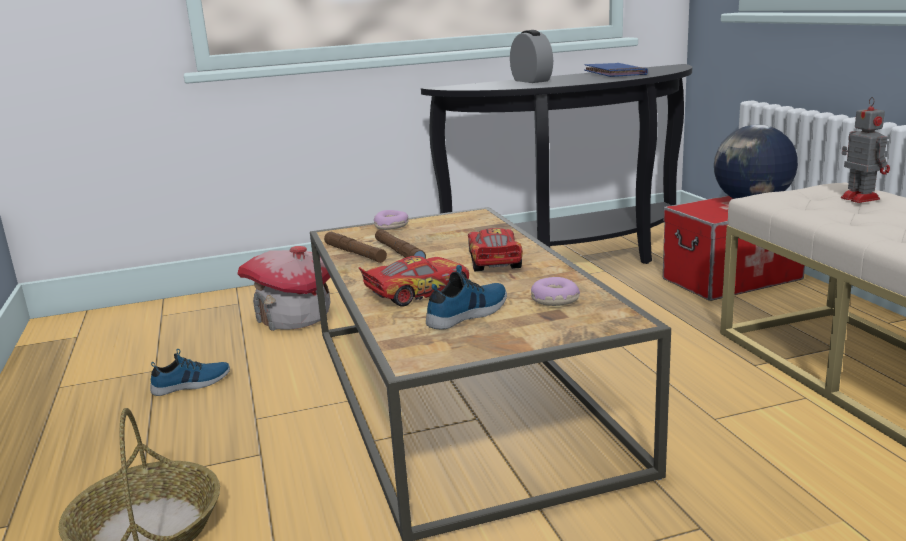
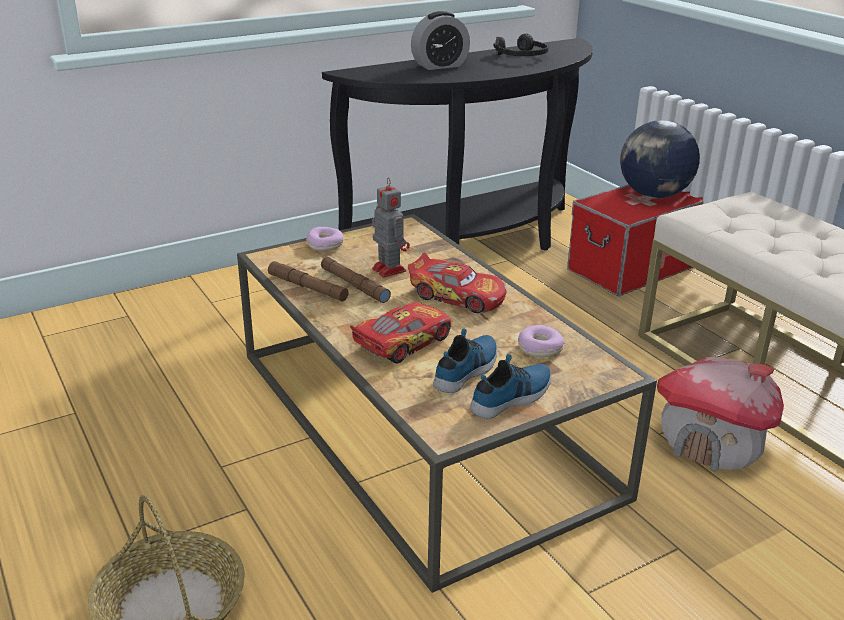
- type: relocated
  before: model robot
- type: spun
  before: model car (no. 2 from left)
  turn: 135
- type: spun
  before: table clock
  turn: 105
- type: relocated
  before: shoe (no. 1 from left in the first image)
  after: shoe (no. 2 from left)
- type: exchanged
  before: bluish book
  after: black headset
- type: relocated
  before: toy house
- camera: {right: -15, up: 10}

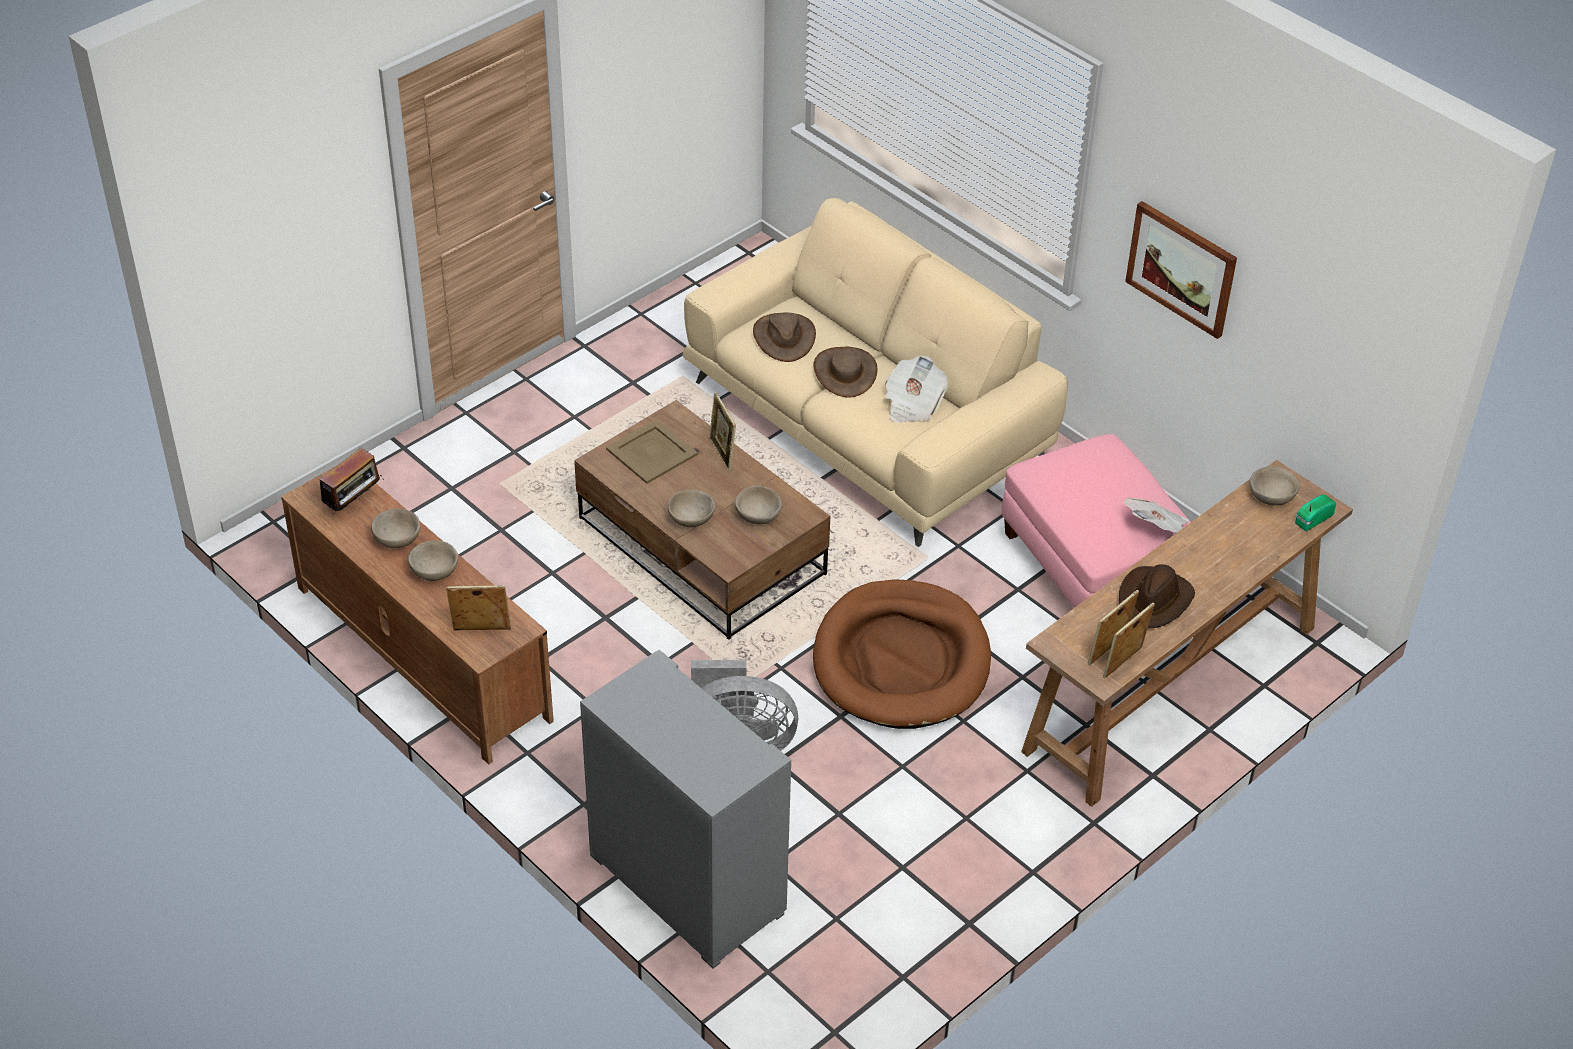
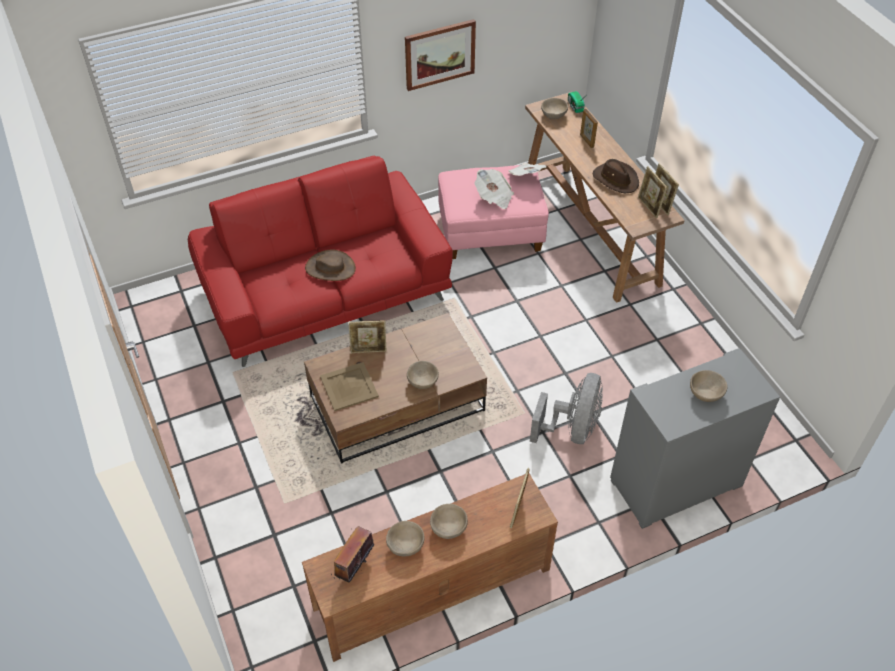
- type: colour
  before: sand-coloured settee
  after: red settee
- type: spun
  before: radio set (no. 1 from left)
  turn: -120
- type: relocated
  before: newspaper (no. 1 from left)
- type: appeared
  after: photo frame (no. 3 from left)
- type: relocated
  before: sand-coloured deep dish (no. 4 from left in the first image)
  after: sand-coloured deep dish (no. 5 from left)
- type: missing
  before: brownish clothing hat (no. 1 from left)
- type: missing
  before: brownish dog bed
- camera: {right: -70, up: 5}

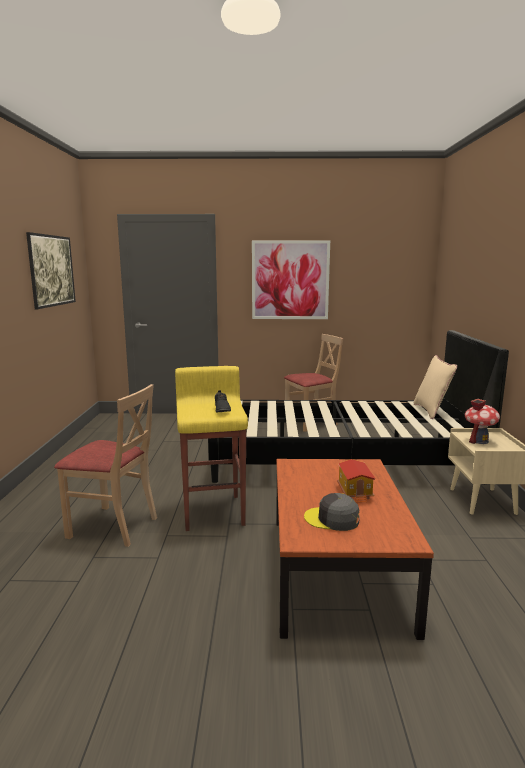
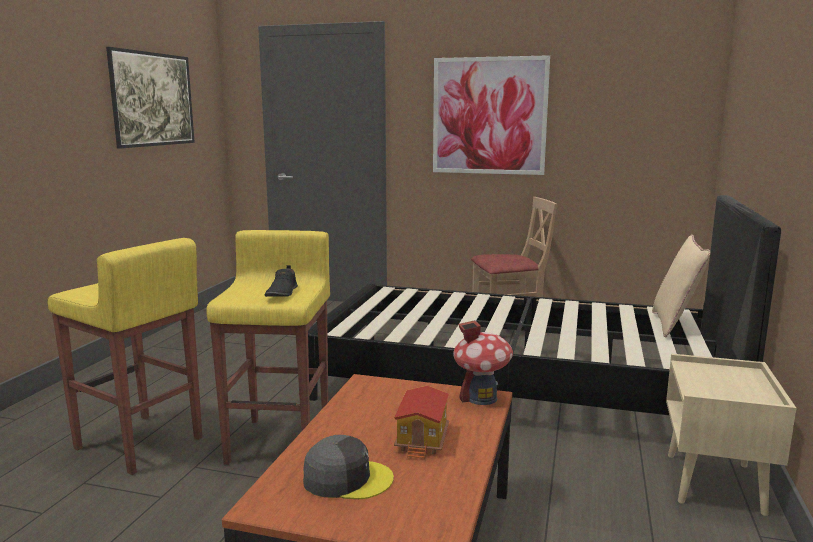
- type: exchanged
  before: sand-coloured plain chair (no. 1 from left)
  after: yellow-coloured sitting stool (no. 1 from left)
- type: spun
  before: greyish cap
  turn: 150
- type: relocated
  before: toy house (no. 2 from left)
- camera: {right: 15, up: 0}

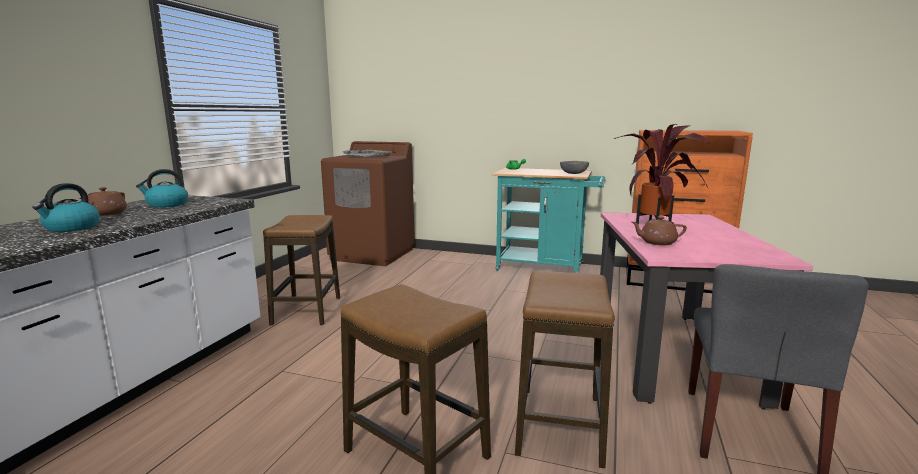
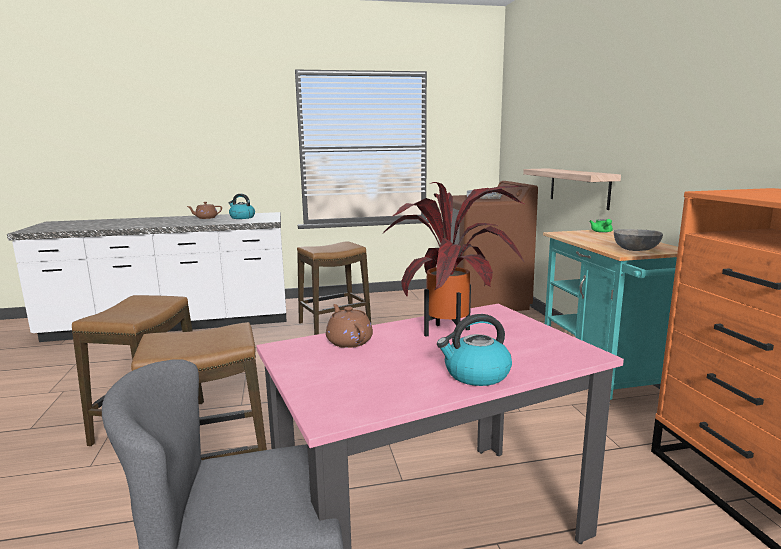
- type: relocated
  before: water kettle (no. 1 from left in the first image)
  after: water kettle (no. 2 from left)
- type: appeared
  after: bracket shelf
- camera: {right: 60, up: 0}

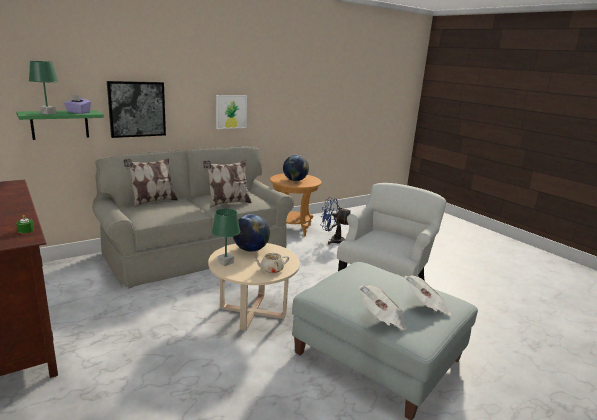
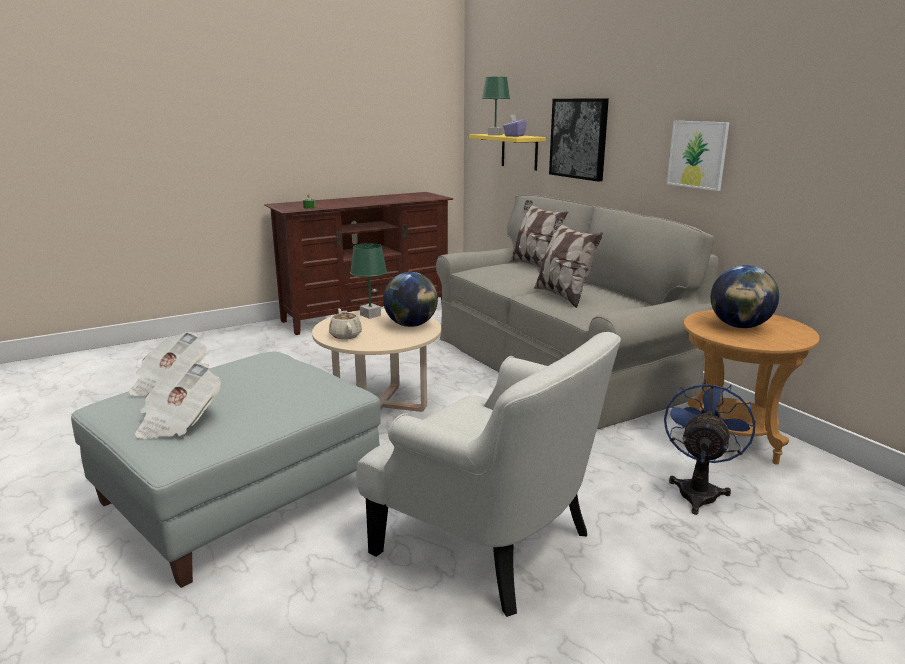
- type: colour
  before: green bracket shelf
  after: yellow-coloured bracket shelf
- camera: {right: 95, up: 0}

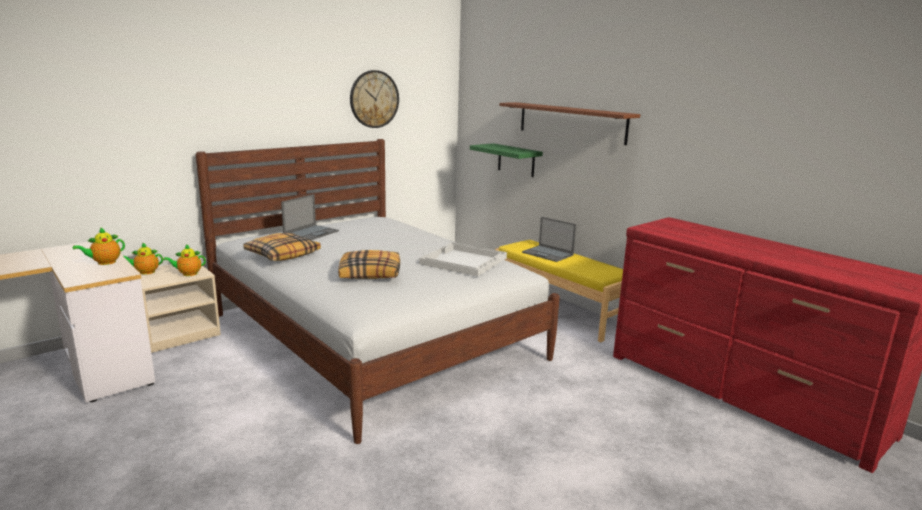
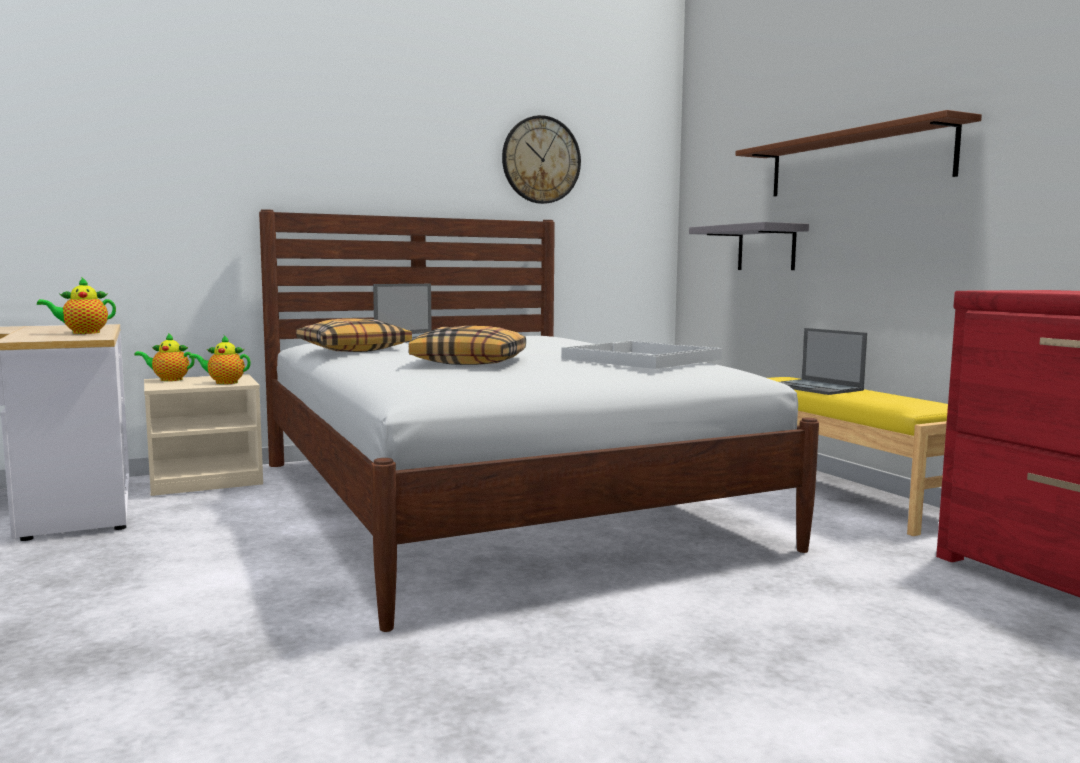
- type: colour
  before: green bracket shelf
  after: greyish bracket shelf
- camera: {right: 15, up: -10}

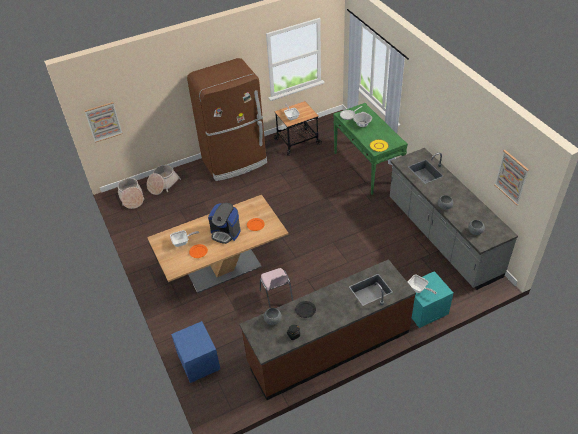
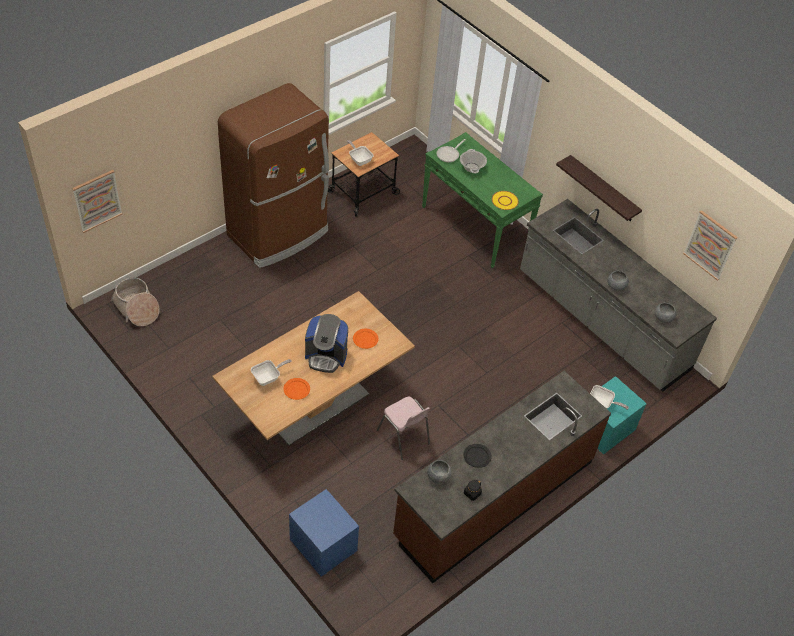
- type: appeared
  after: bracket shelf
- type: missing
  before: basket (no. 2 from left)
- camera: {right: -20, up: 5}

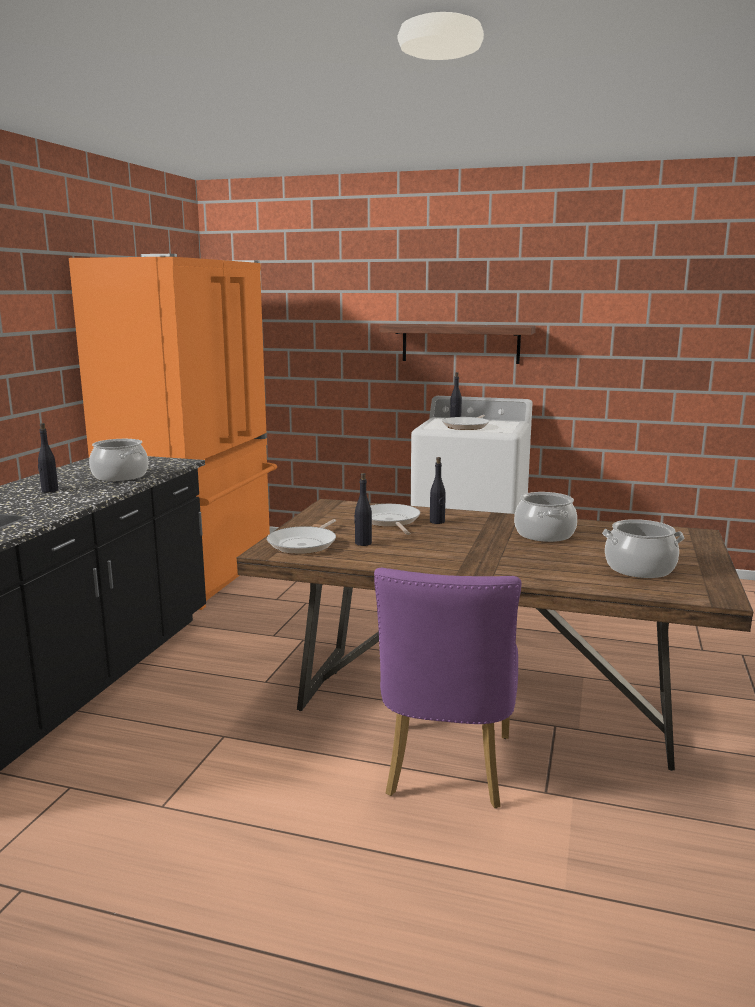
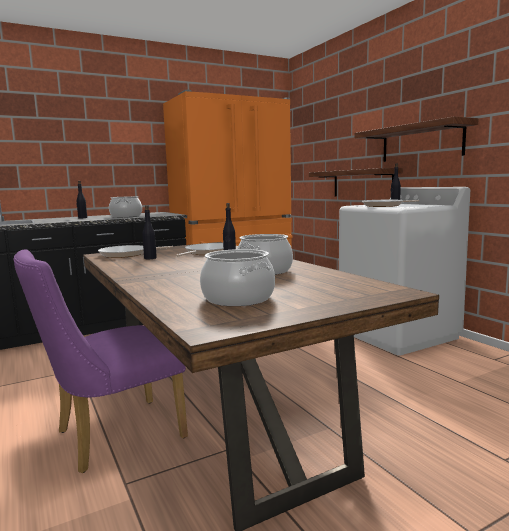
- type: appeared
  after: bracket shelf (no. 1 from left)
- camera: {right: 45, up: -5}

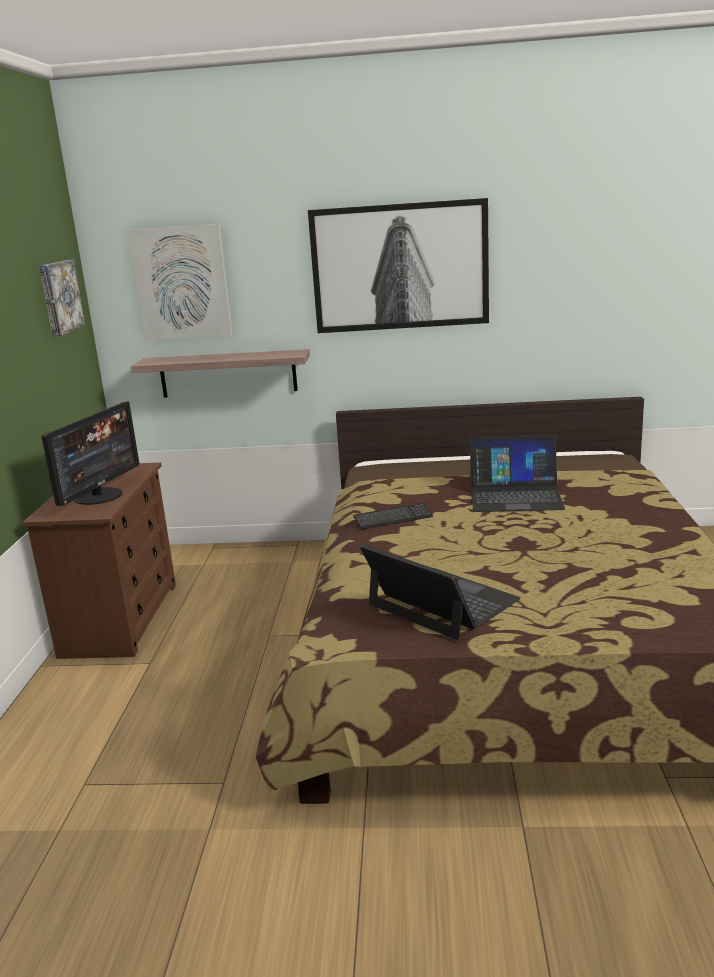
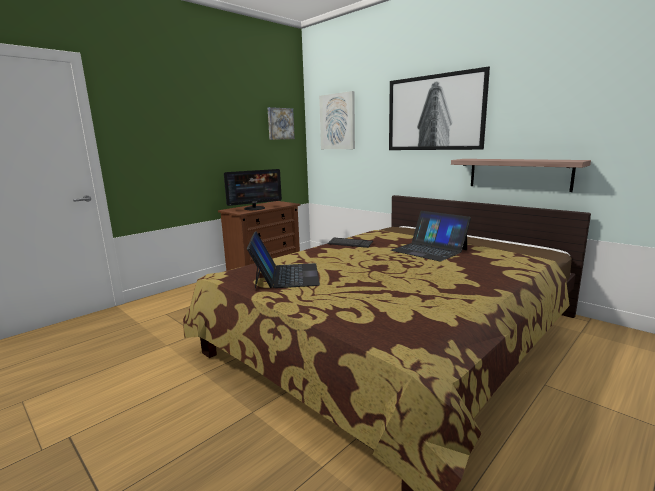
- type: relocated
  before: bracket shelf
- camera: {right: 40, up: -5}

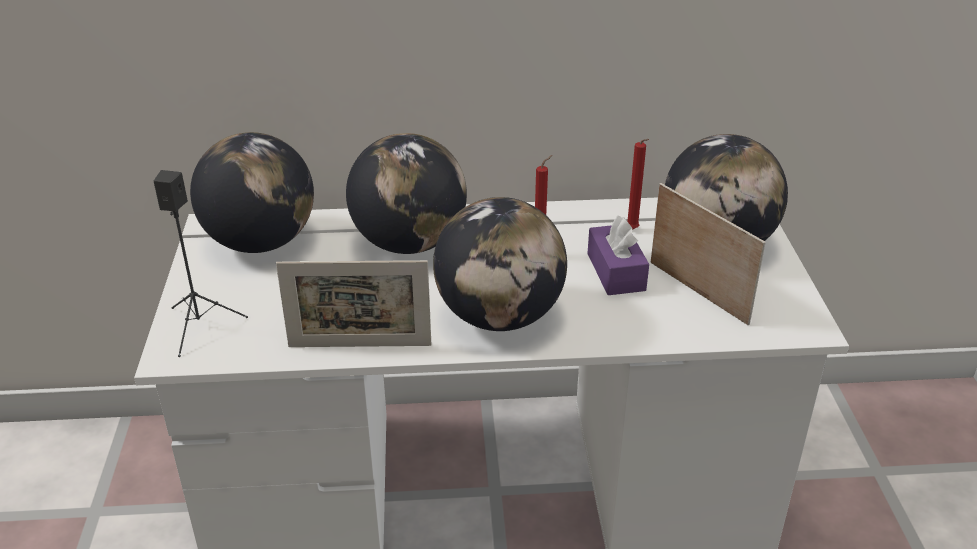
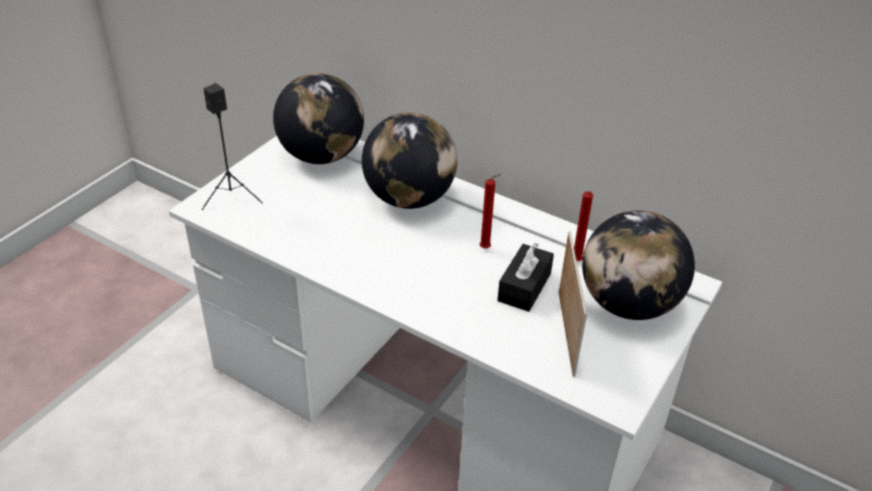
- type: colour
  before: purple-coloured tissue box
  after: black tissue box
- type: missing
  before: photo frame (no. 1 from left)
- type: missing
  before: world globe (no. 3 from left)
- camera: {right: 35, up: 5}

